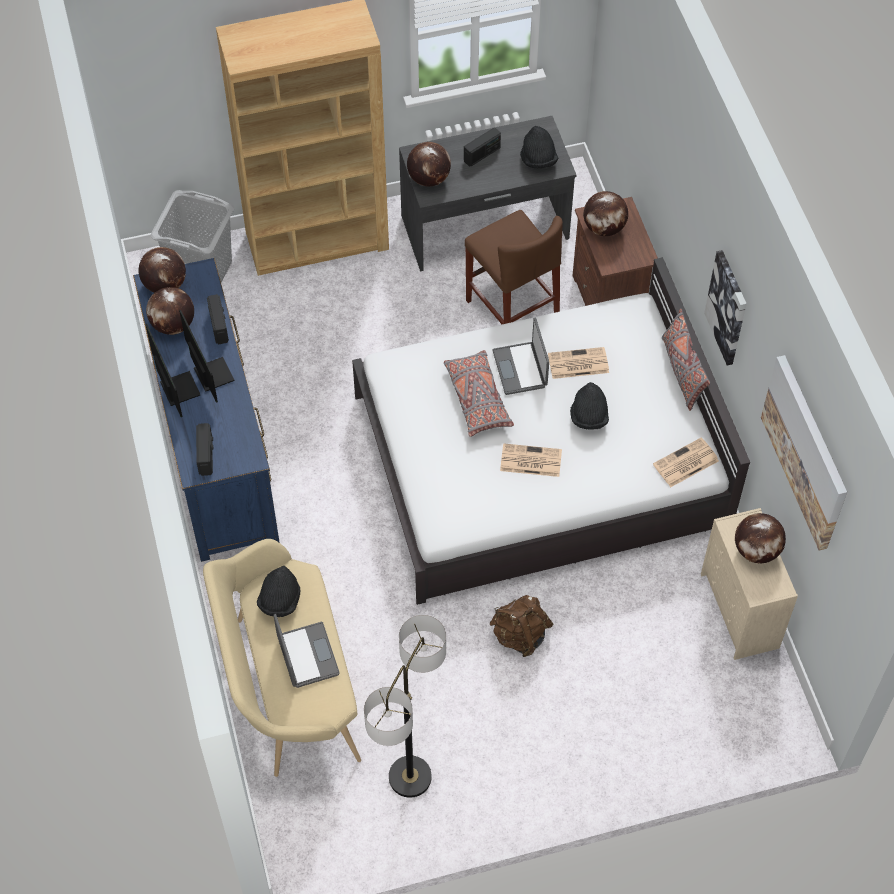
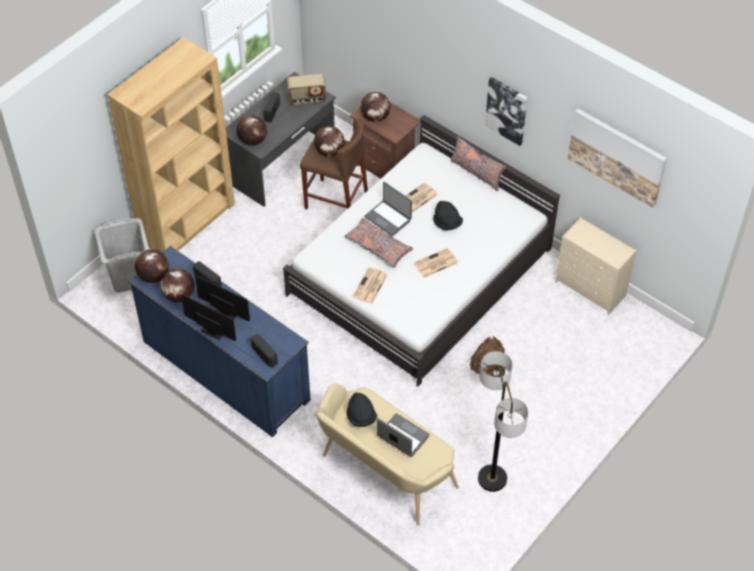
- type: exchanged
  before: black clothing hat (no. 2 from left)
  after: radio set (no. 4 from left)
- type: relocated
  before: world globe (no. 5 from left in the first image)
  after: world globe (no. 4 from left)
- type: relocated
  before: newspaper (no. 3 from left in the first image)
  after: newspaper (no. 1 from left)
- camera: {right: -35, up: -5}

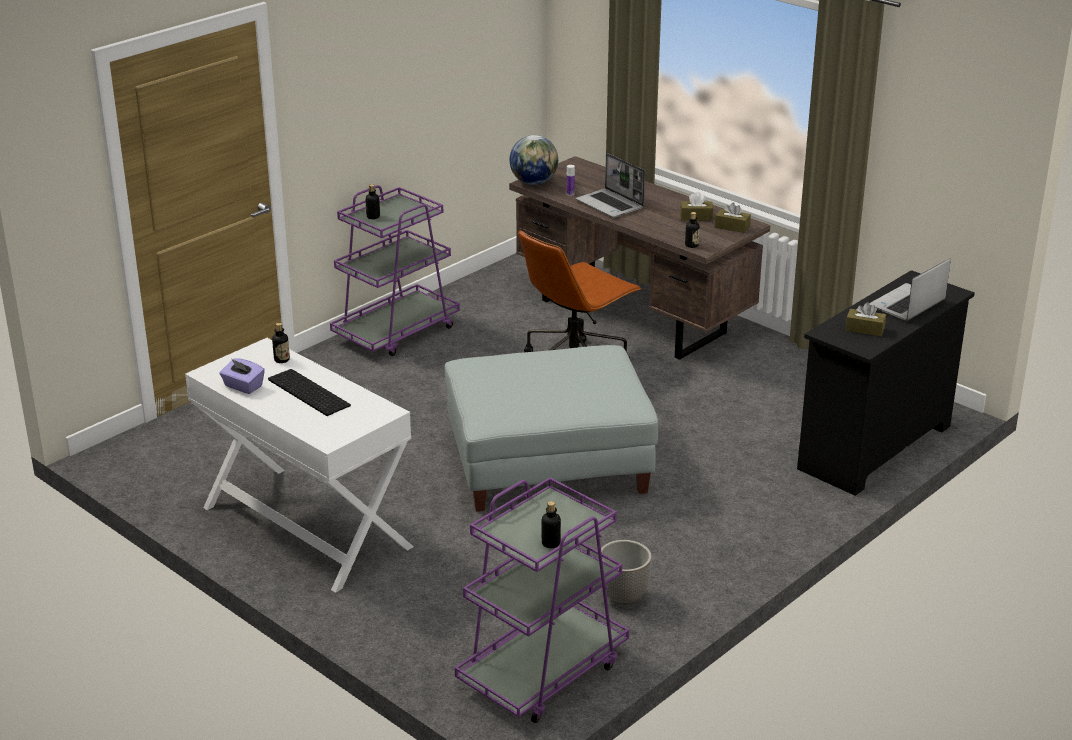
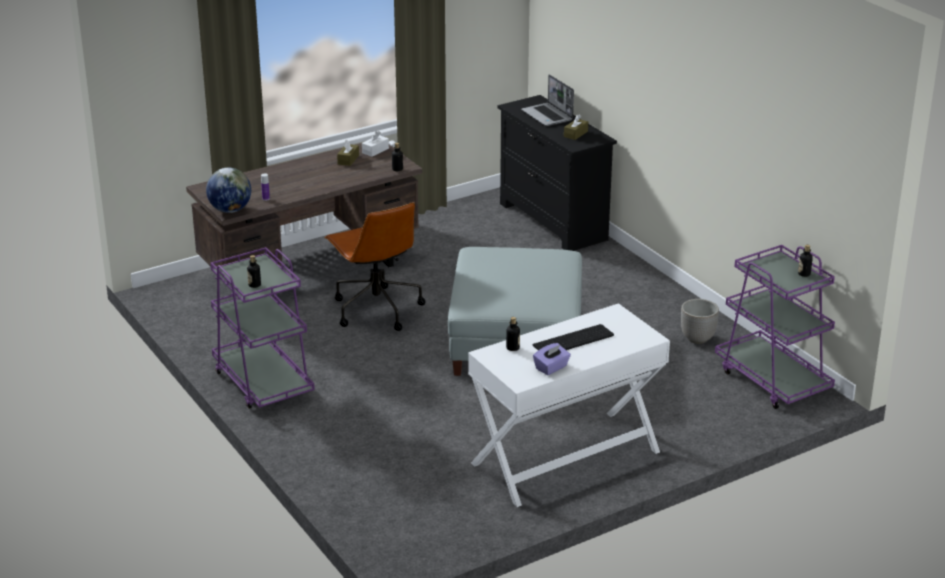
- type: colour
  before: brownish tissue box (no. 2 from left)
  after: white-coloured tissue box
- type: missing
  before: laptop (no. 1 from left)
- camera: {right: -75, up: 0}

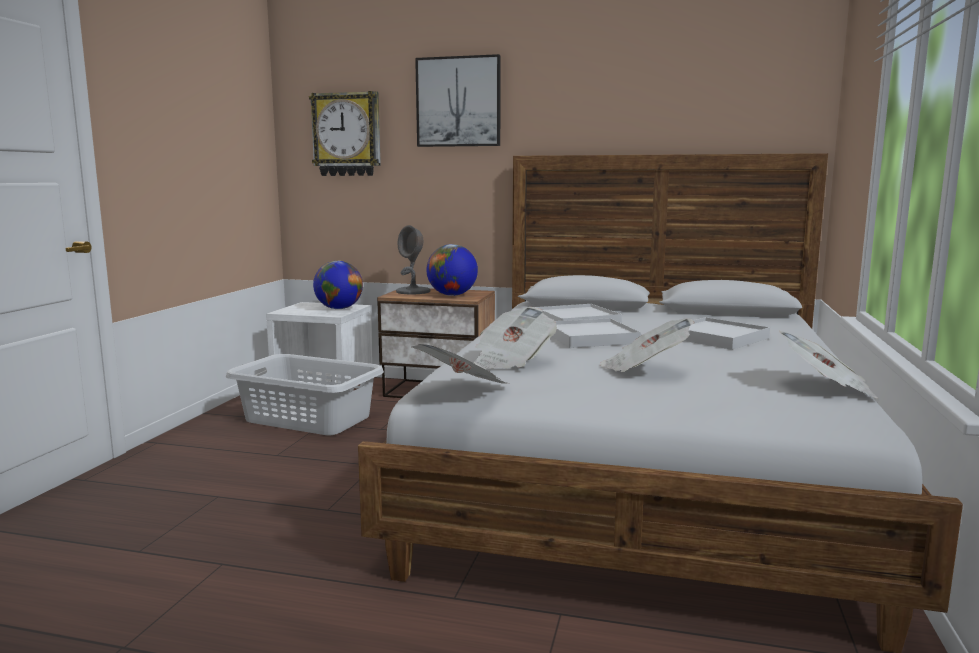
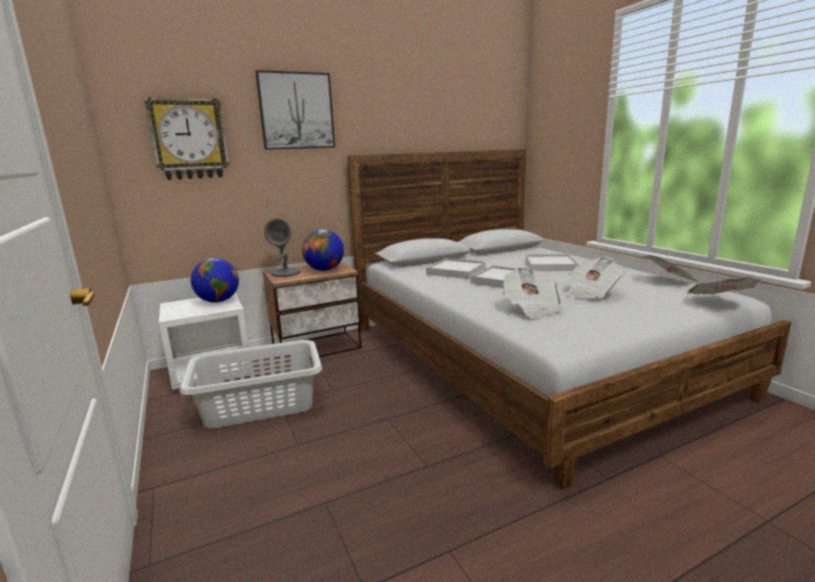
- type: relocated
  before: newspaper (no. 1 from left in the first image)
  after: newspaper (no. 4 from left)
- camera: {right: -40, up: 5}

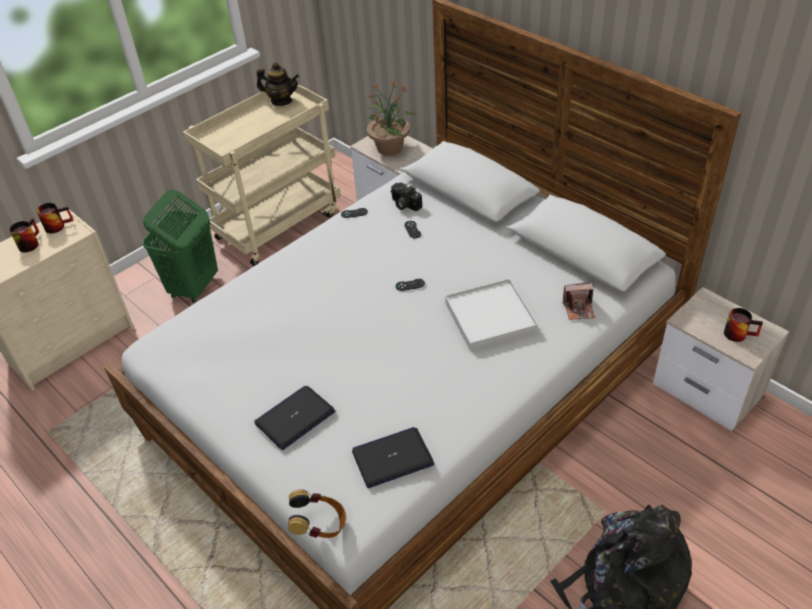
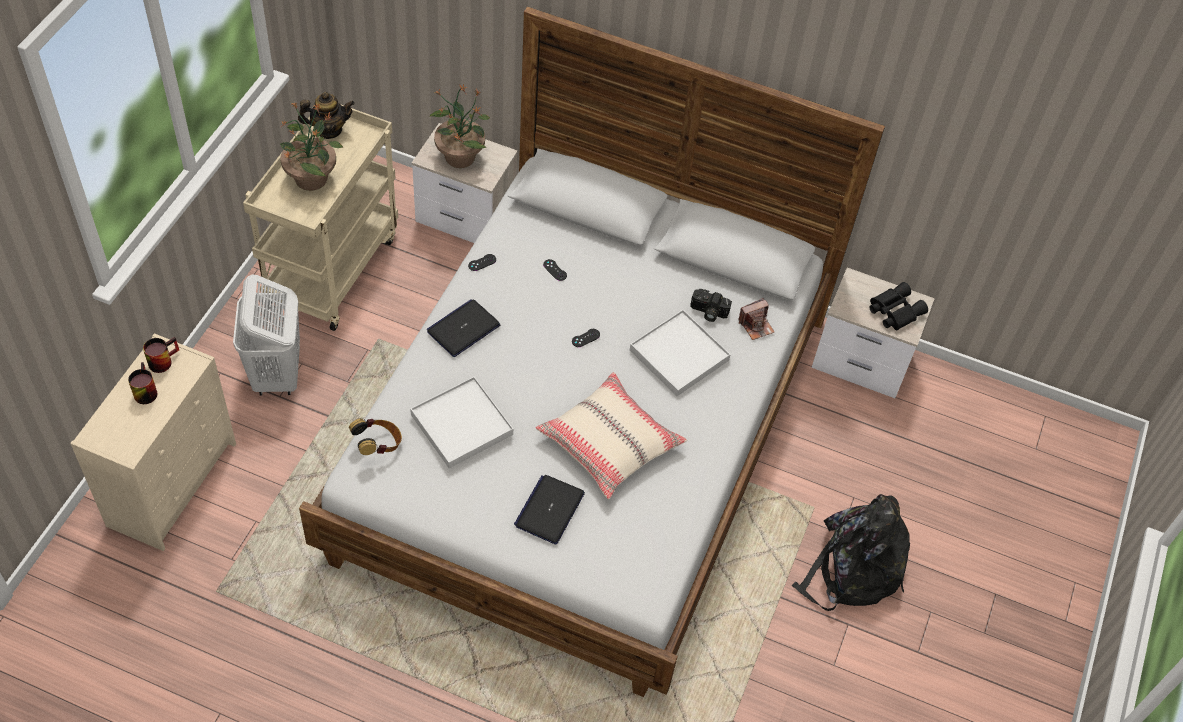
- type: colour
  before: green hamper
  after: white-coloured hamper
- type: appeared
  after: plant in a pot (no. 1 from left)
- type: relocated
  before: headset
- type: appeared
  after: white-coloured carrying tray (no. 1 from left)
- type: relocated
  before: laptop (no. 2 from left in the first image)
  after: laptop (no. 1 from left)
- type: appeared
  after: sand-coloured cushion
- type: relocated
  before: photo camera (no. 1 from left)
- type: exchanged
  before: mug (no. 3 from left)
  after: black binoculars
- camera: {right: -30, up: 10}

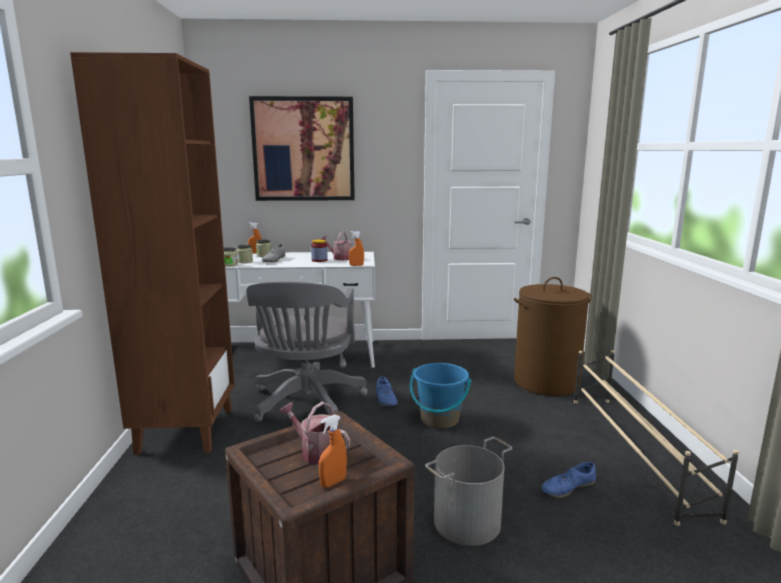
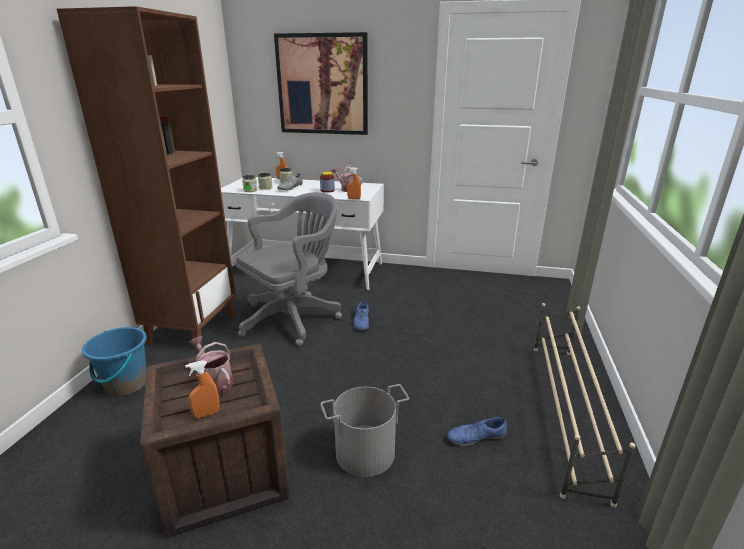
- type: relocated
  before: bluish pail
- type: spun
  before: greyish office chair
  turn: -150
- type: missing
  before: brownish hamper
- camera: {right: 15, up: 10}

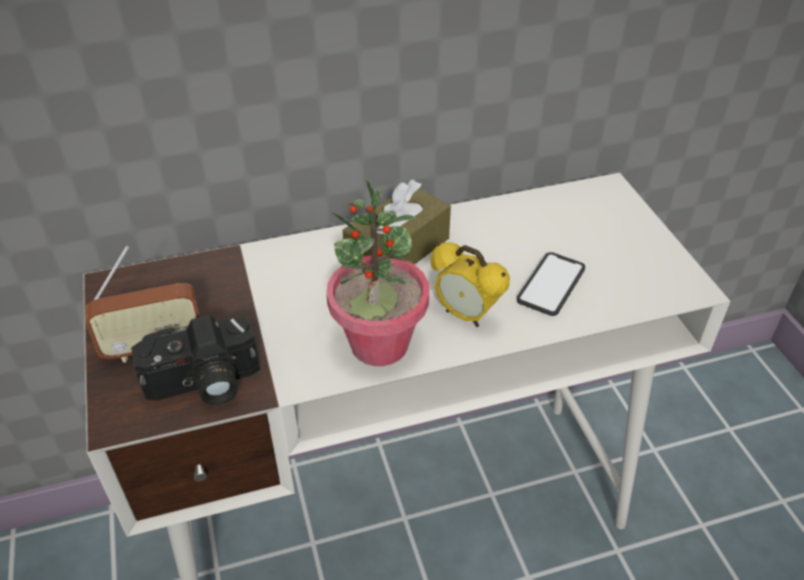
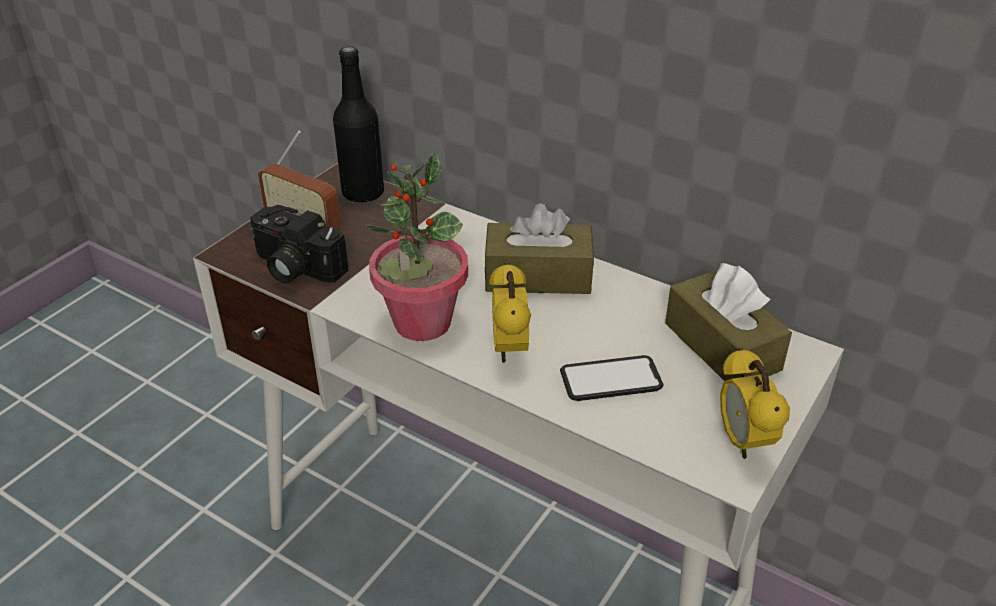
- type: appeared
  after: black drink bottle
- type: appeared
  after: brownish tissue box (no. 2 from left)
- type: appeared
  after: table clock (no. 2 from left)
- camera: {right: 50, up: -5}

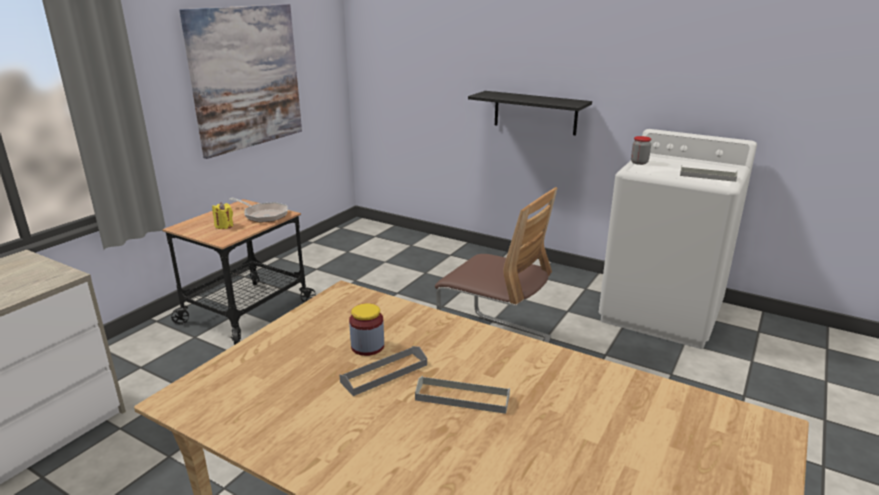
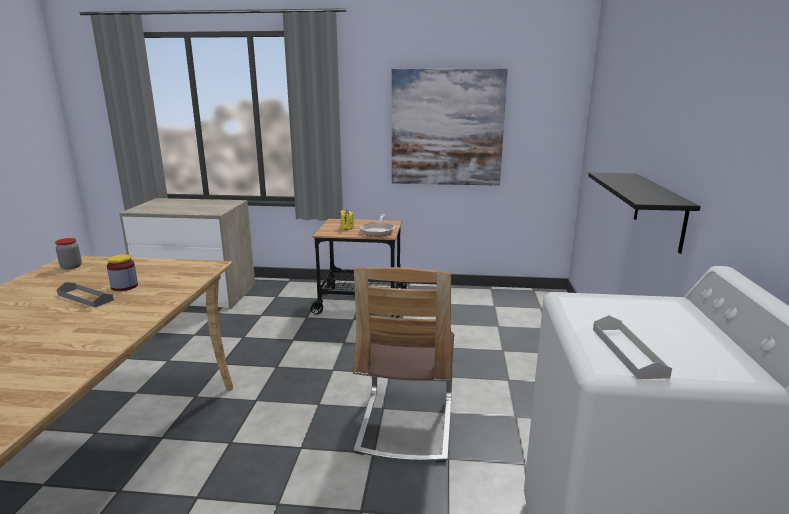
- type: relocated
  before: preserve jar (no. 2 from left in the first image)
  after: preserve jar (no. 1 from left)
- type: missing
  before: greyish carrying tray (no. 2 from left)
- camera: {right: 65, up: -5}

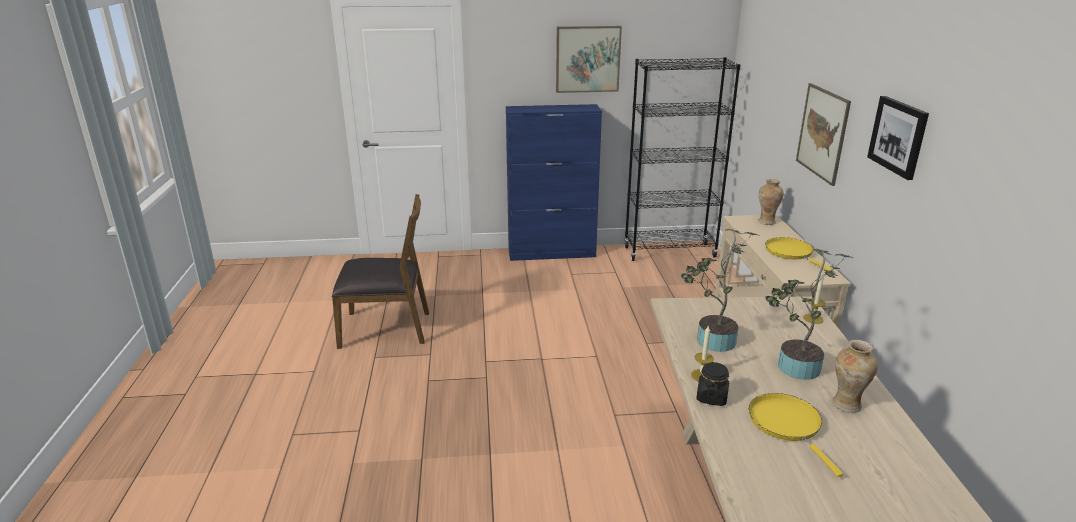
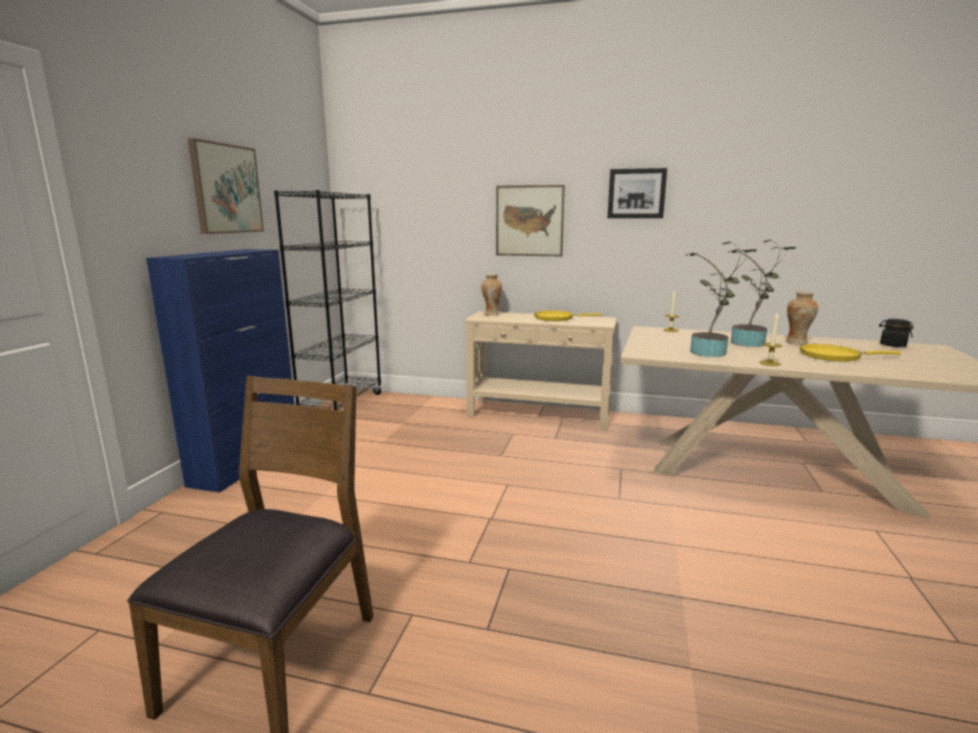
- type: relocated
  before: black preserve jar
- camera: {right: -70, up: -10}

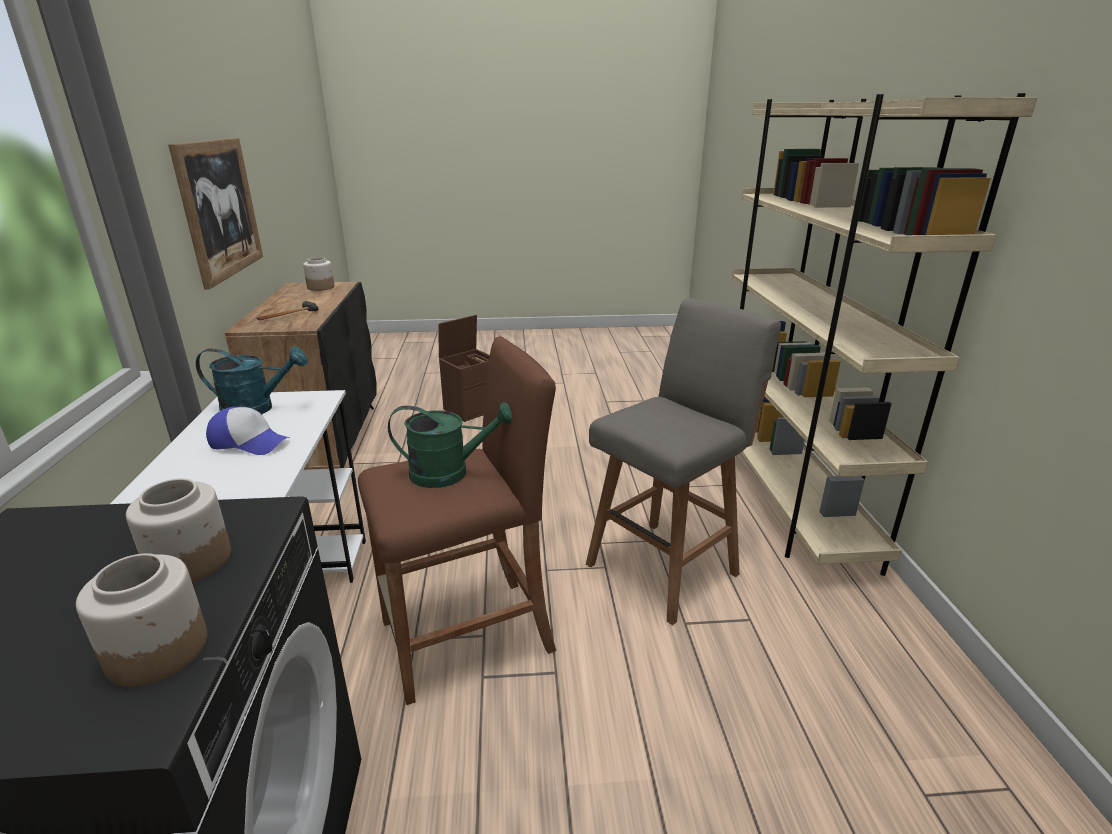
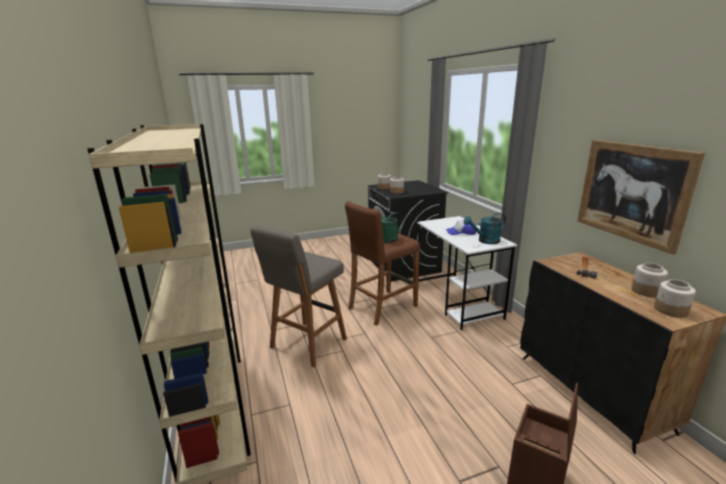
- type: appeared
  after: preserve jar (no. 3 from left)
- camera: {right: 165, up: -5}

